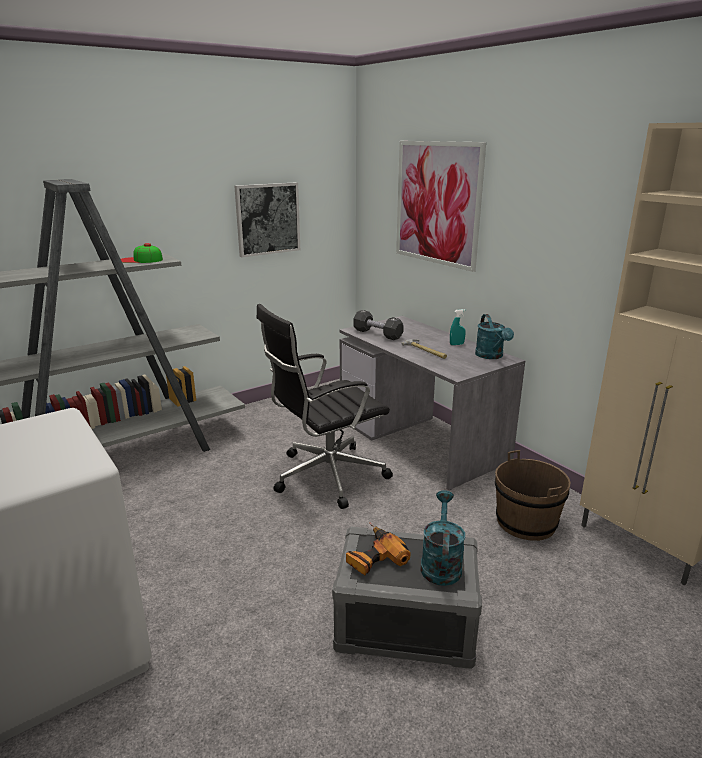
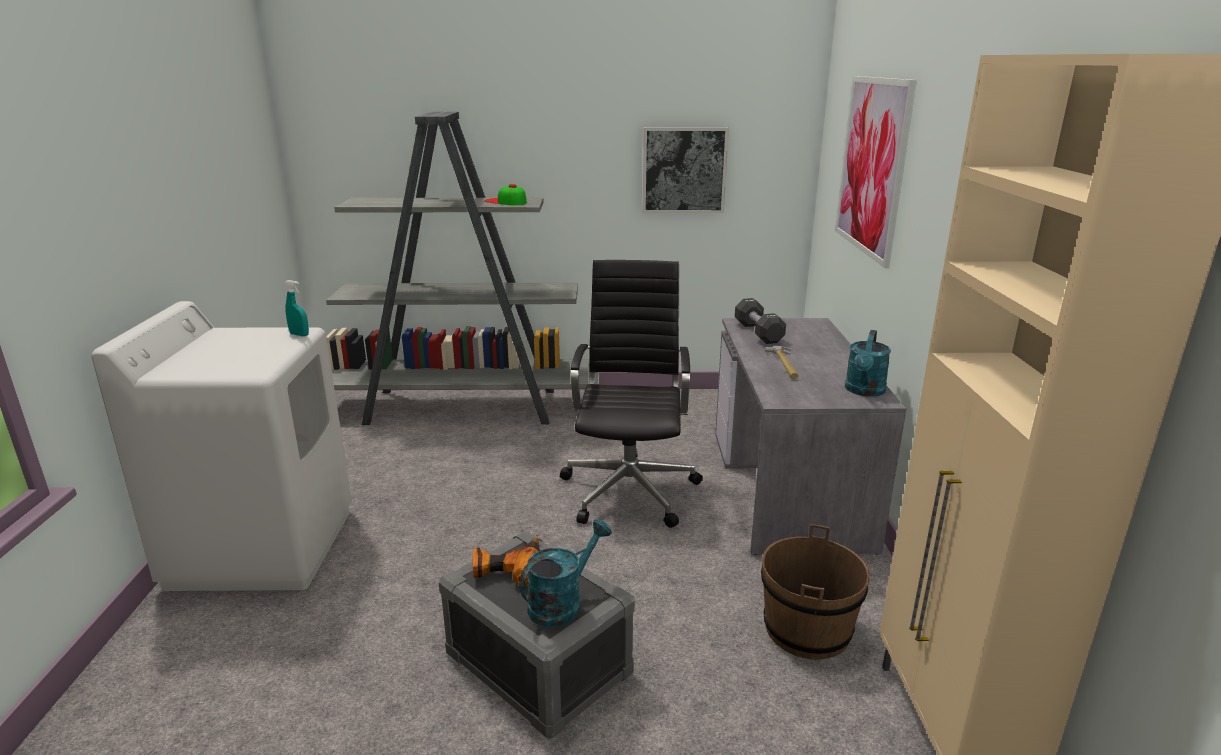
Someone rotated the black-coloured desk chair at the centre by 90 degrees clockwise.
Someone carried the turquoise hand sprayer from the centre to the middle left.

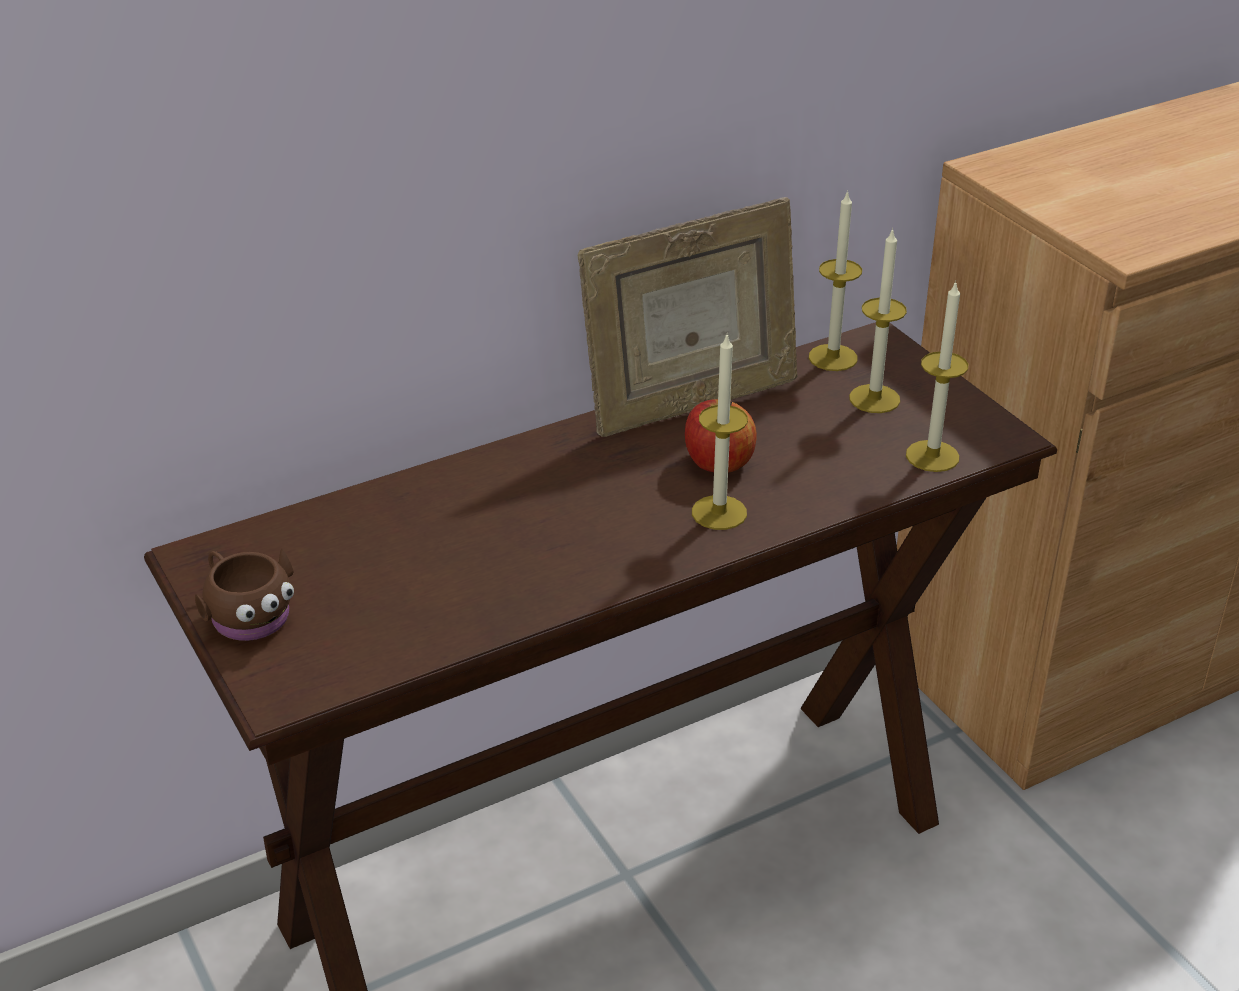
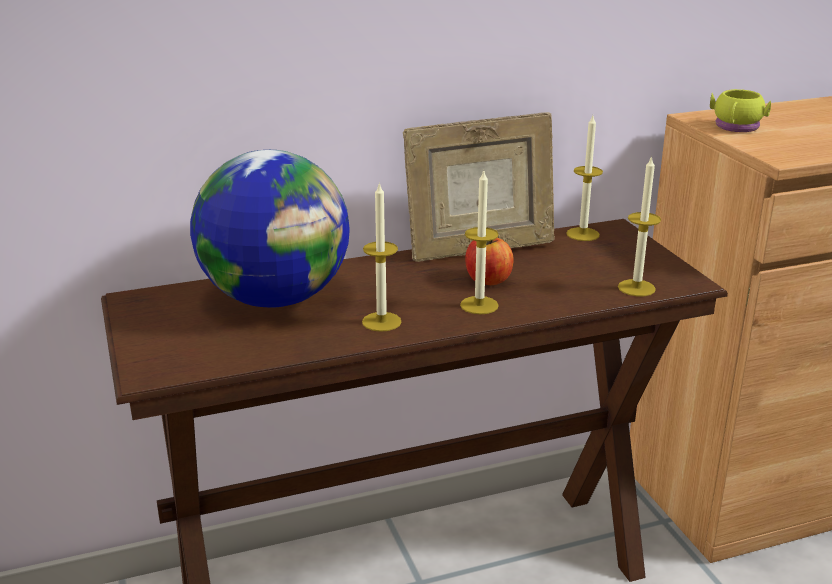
Someone took away the brownish mug at the middle left.
Someone carried the wax light (3rd from left in the first image) from the top right to the centre.
Someone put down the desk globe at the middle left.
Someone put down the yellow-coloured mug at the top right.

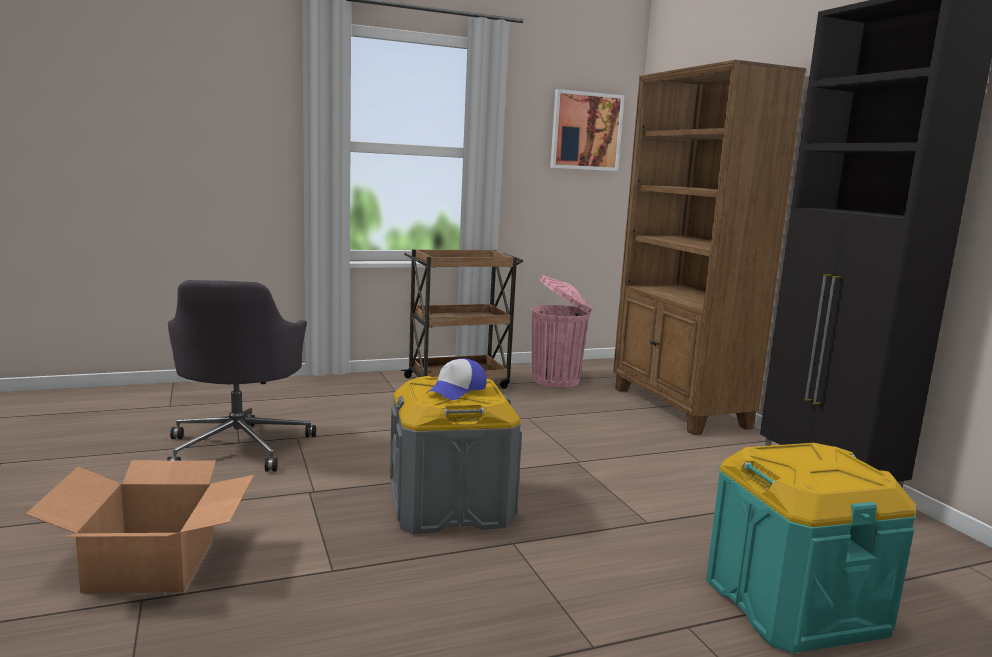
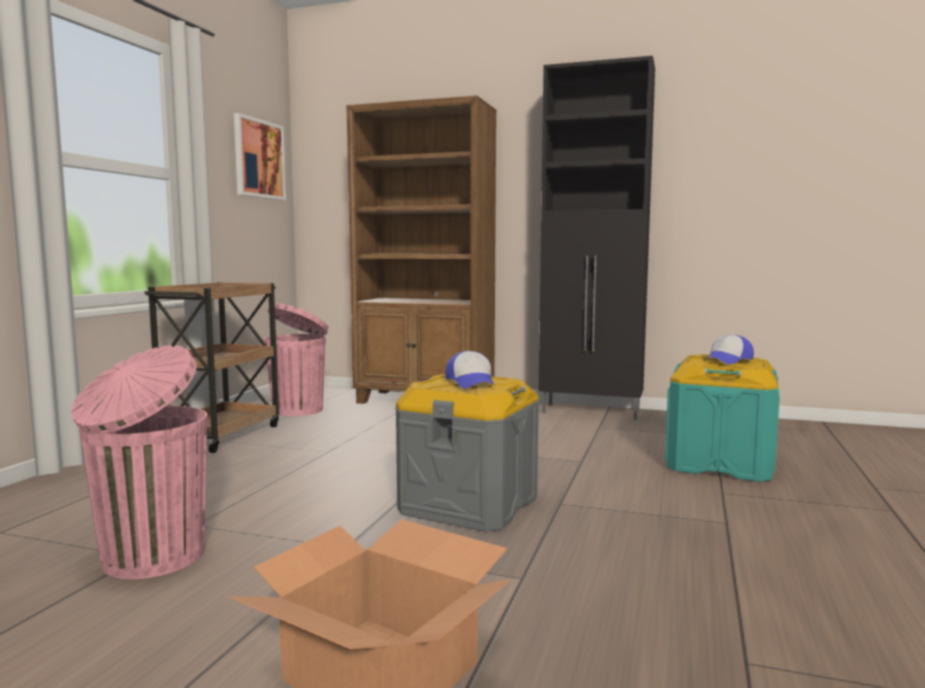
Someone swapped the greyish desk chair at the middle left for the pink trash can (1st from left) at the bottom left.
Someone put down the peaked cap (2nd from left) at the middle right.

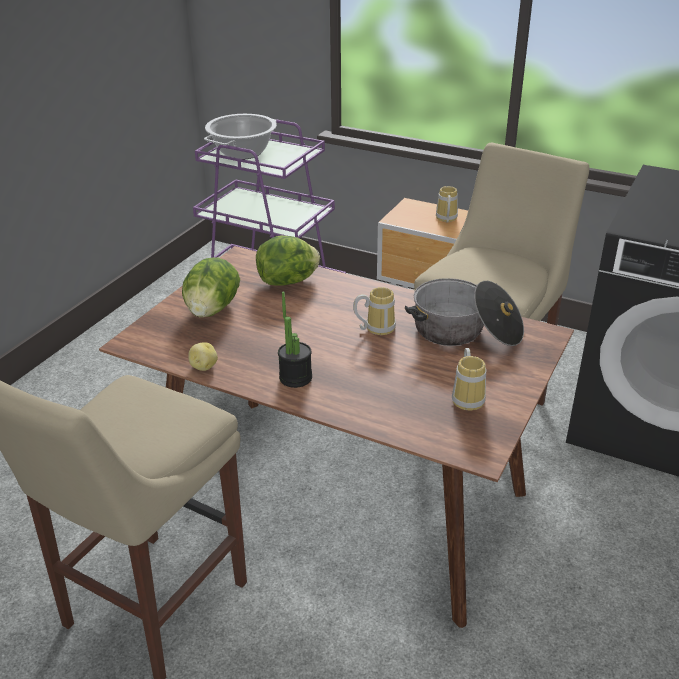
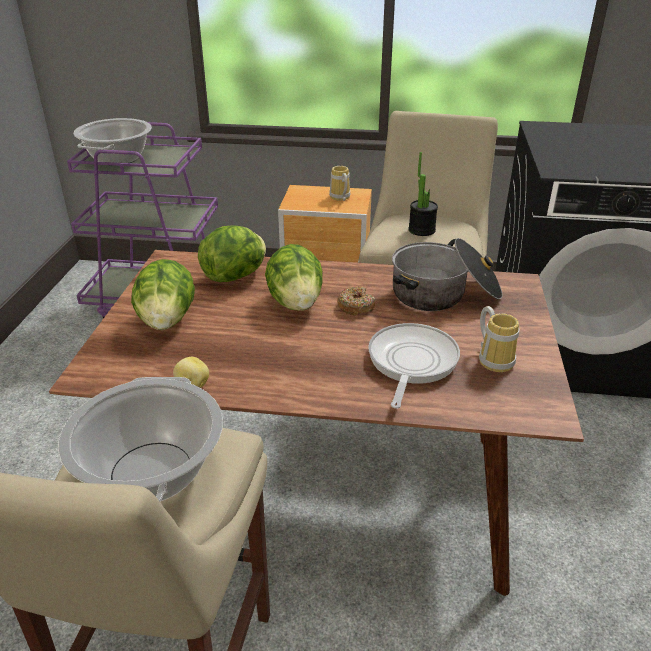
Someone carried the houseplant from the centre to the top centre.
Someone swapped the mug (1st from left) at the centre for the donut at the centre.
Someone put down the cooking pot (2nd from left) at the bottom left.
Someone put down the head of lettuce (3rd from left) at the centre.
Someone put down the frying pan at the centre.

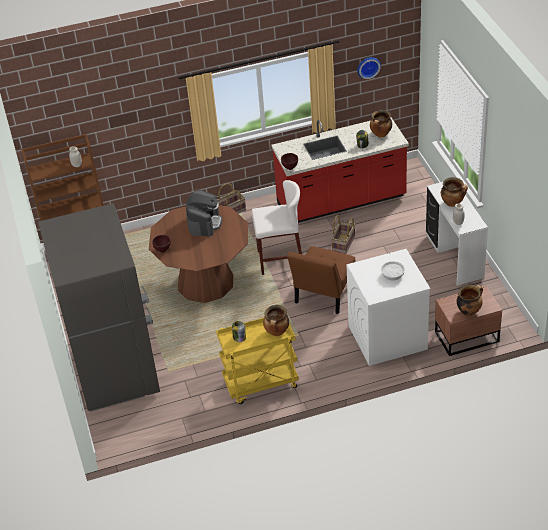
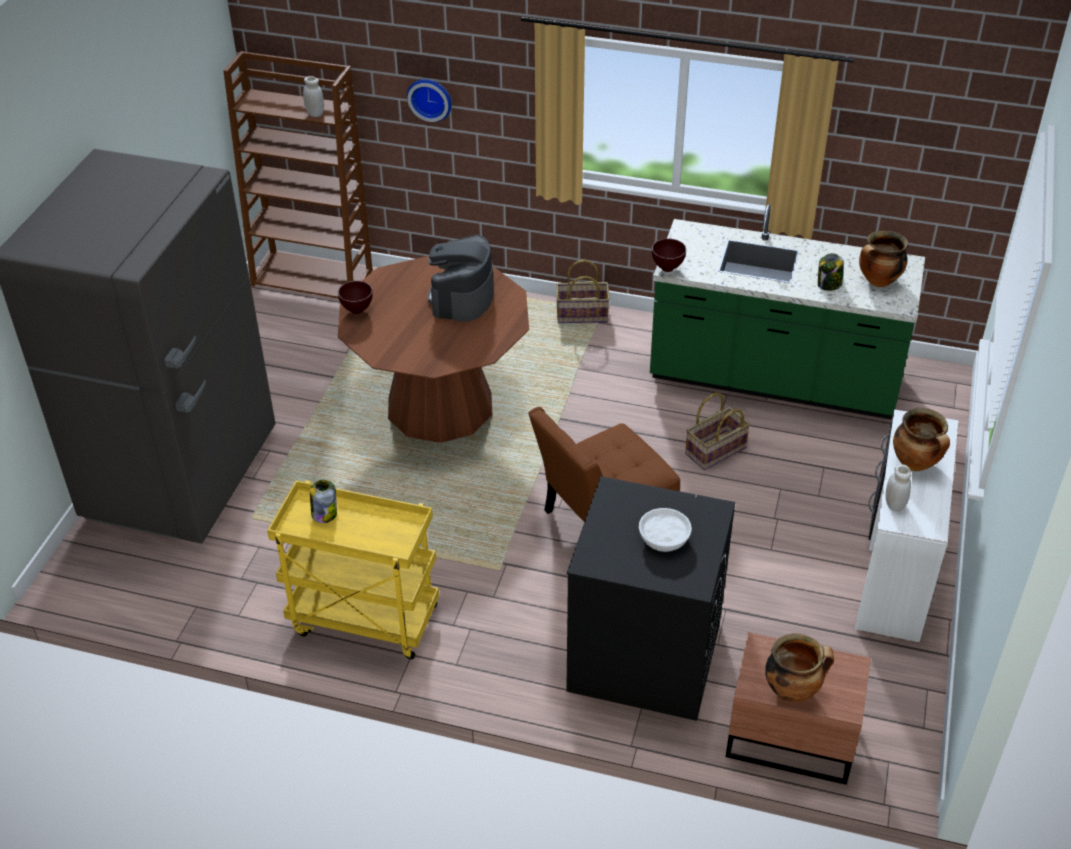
Someone rotated the coffee brewer at the centre by 150 degrees clockwise.
Someone took away the white stool at the centre.
Someone took away the cooking pot (1st from left) at the centre.
Someone repainted the reddish counter at the top centre, which became the green counter at the middle right.
Someone repainted the white washing machine at the middle right, which became the black-coloured washing machine at the bottom centre.
Someone carried the hanging clock from the top right to the top centre.

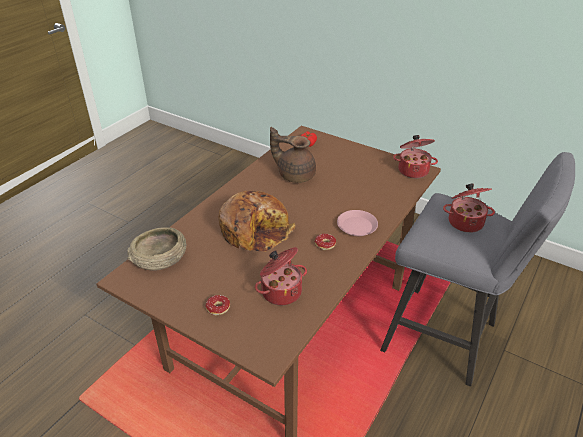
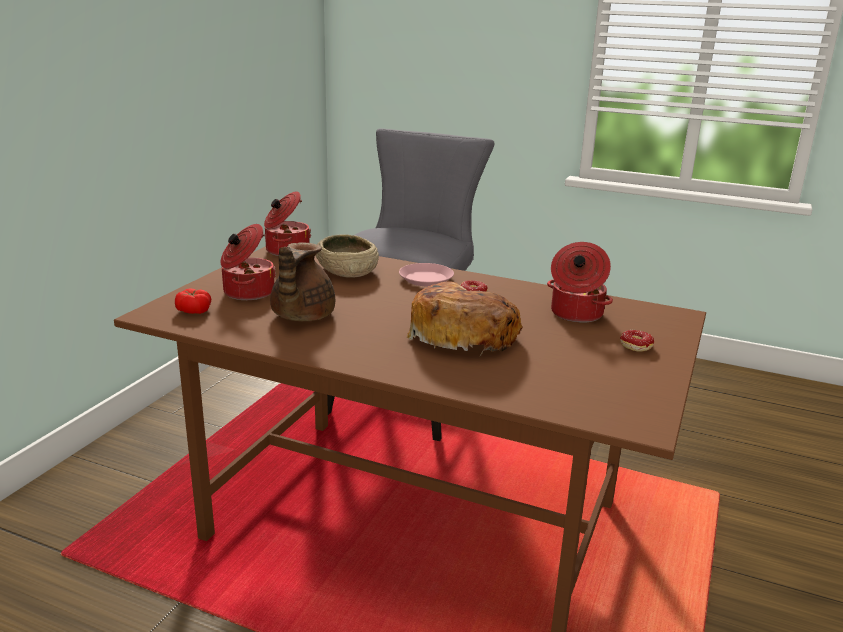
Someone carried the sand-coloured serving bowl from the middle left to the centre.
Someone carried the cooking pot (3rd from left in the first image) from the middle right to the middle left.

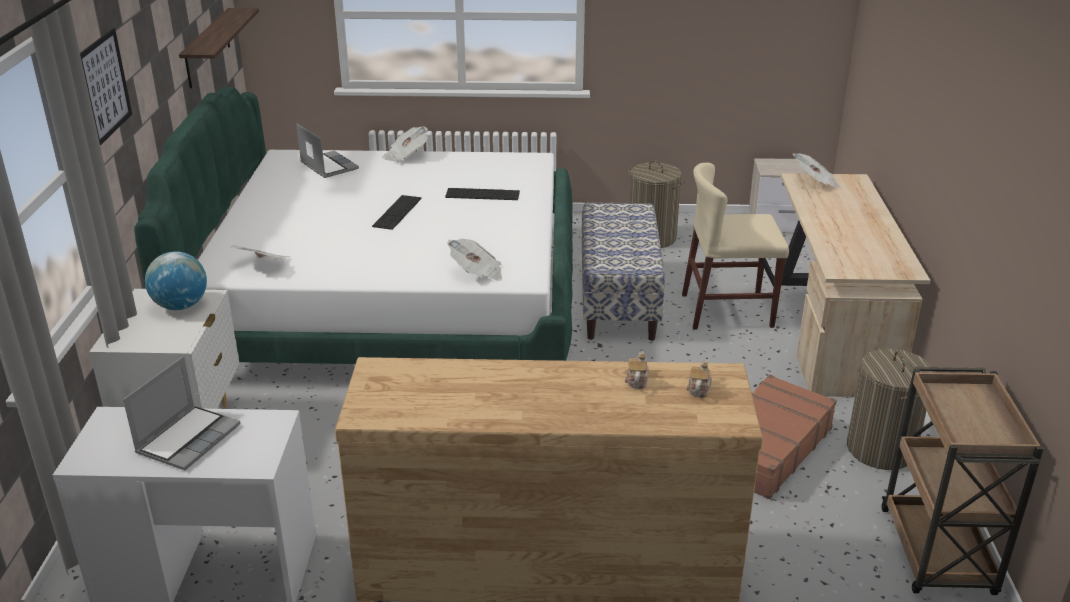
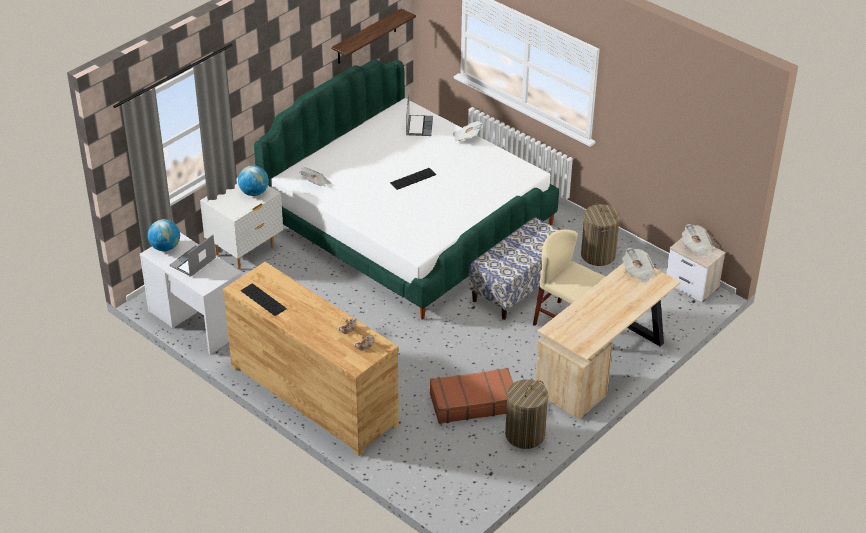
Someone took away the wall picture at the top left.
Someone rotated the portable computer (1st from left) at the bottom left by 150 degrees clockwise.
Someone carried the computer keyboard (2nd from left in the first image) from the top centre to the middle left.
Someone carried the newspaper (3rd from left in the first image) from the centre to the middle right.
Someone took away the brownish wheeled cart at the bottom right.
Someone put down the desk globe (1st from left) at the middle left.

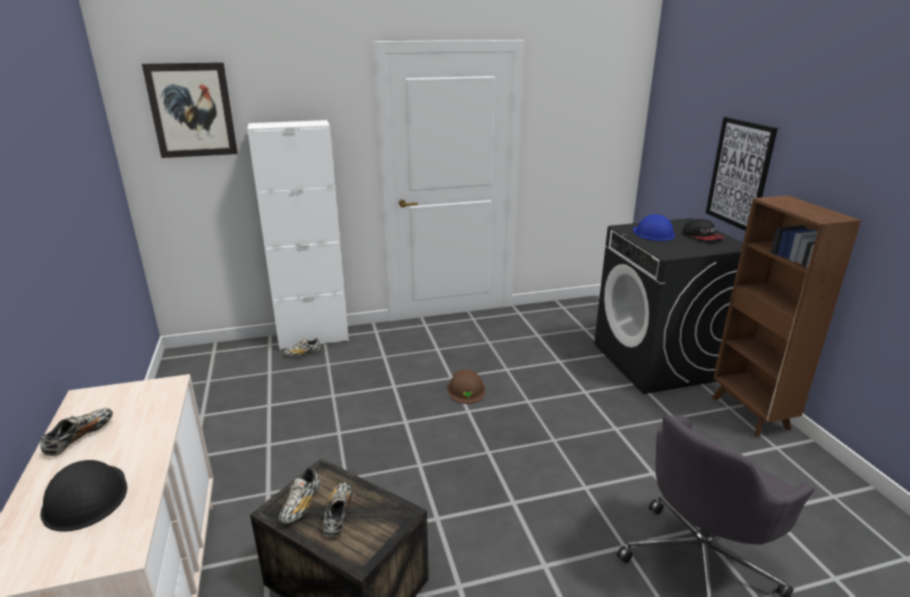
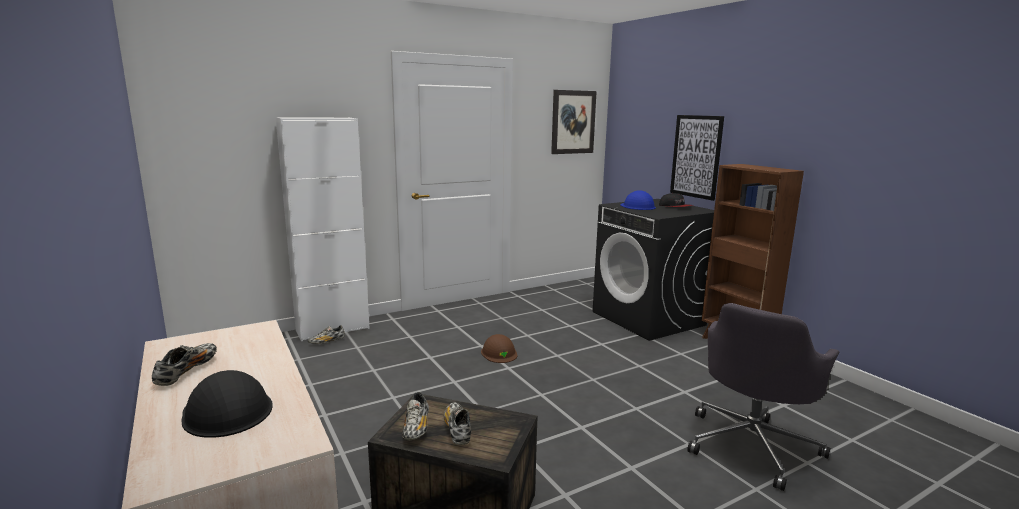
Someone carried the wall picture (1st from left) from the top left to the top centre.

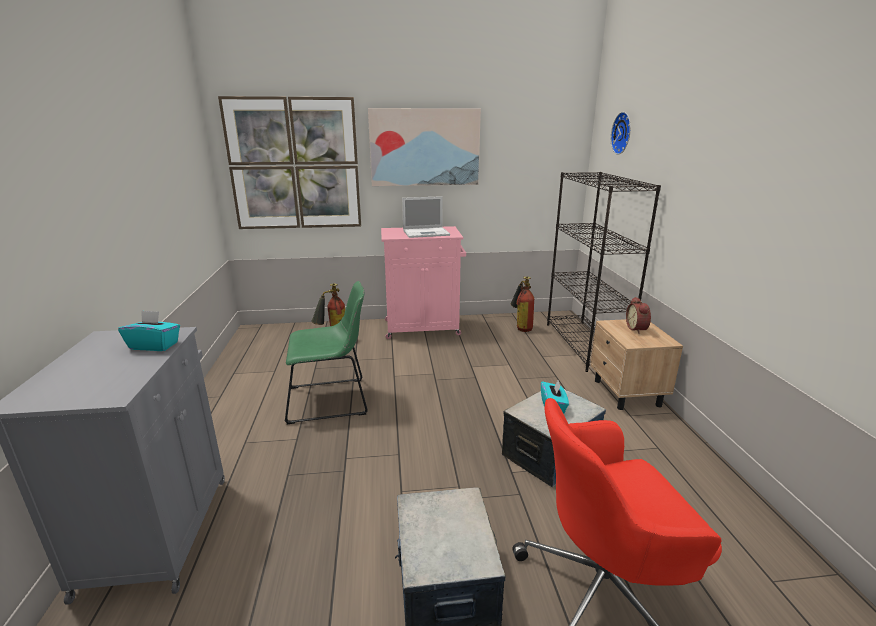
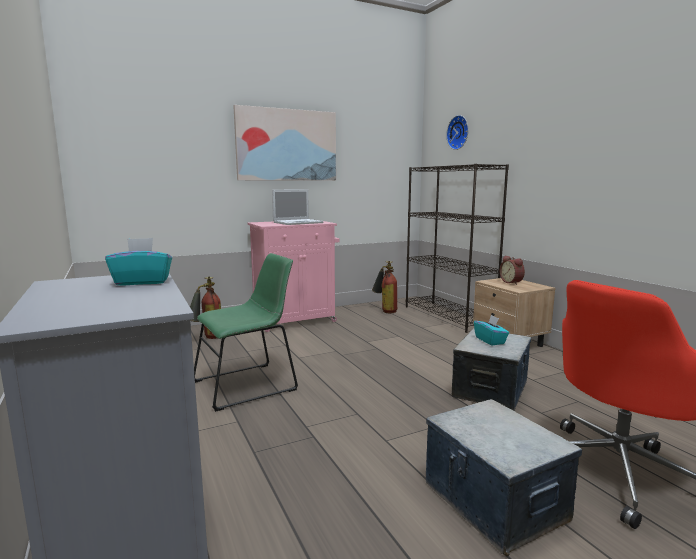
Someone took away the wall picture (1st from left) at the top left.

